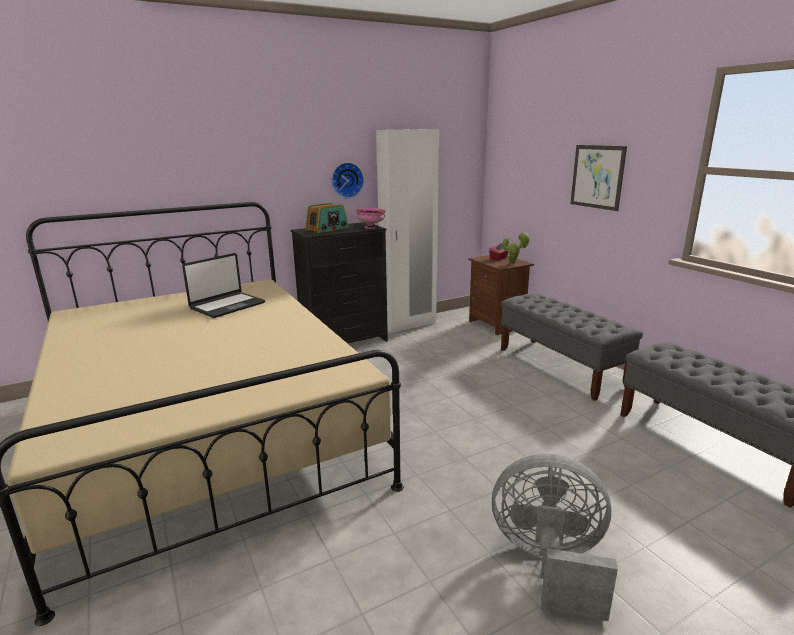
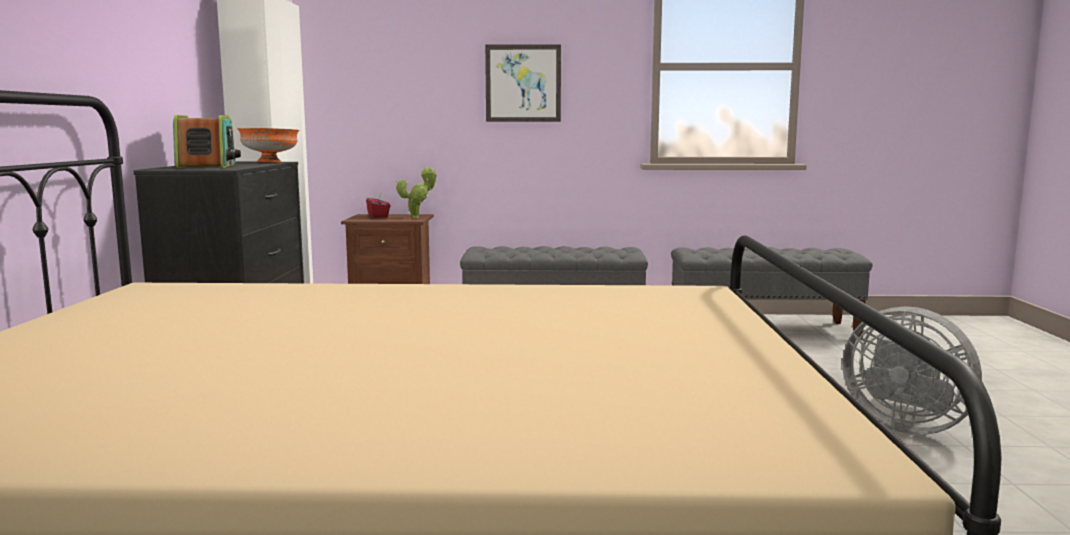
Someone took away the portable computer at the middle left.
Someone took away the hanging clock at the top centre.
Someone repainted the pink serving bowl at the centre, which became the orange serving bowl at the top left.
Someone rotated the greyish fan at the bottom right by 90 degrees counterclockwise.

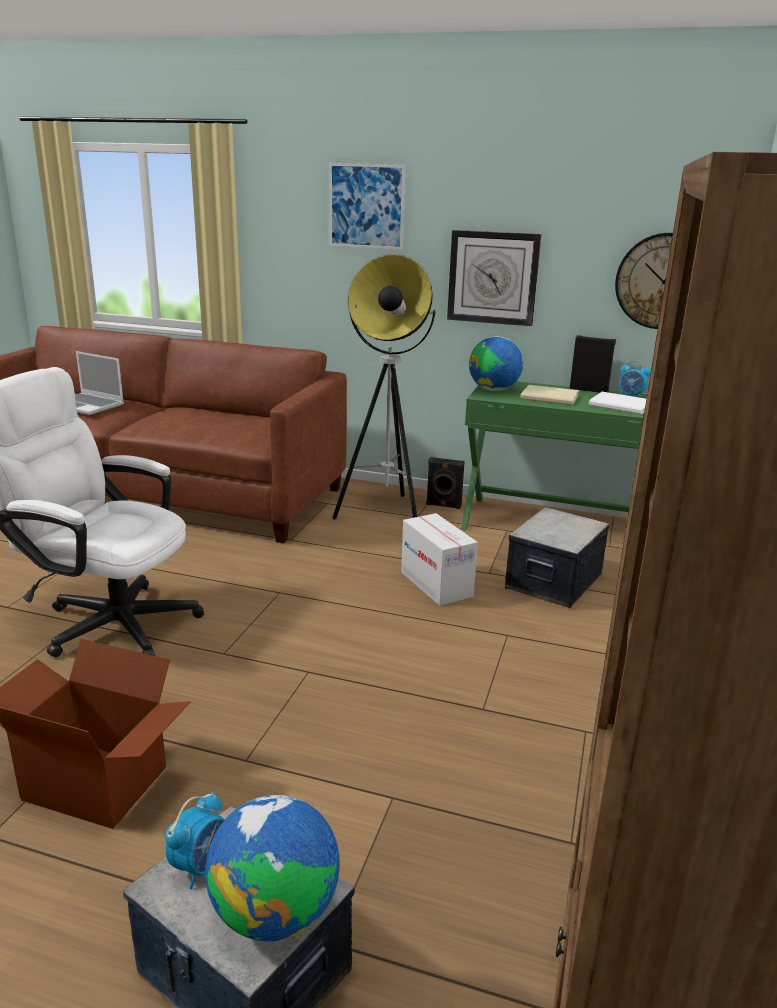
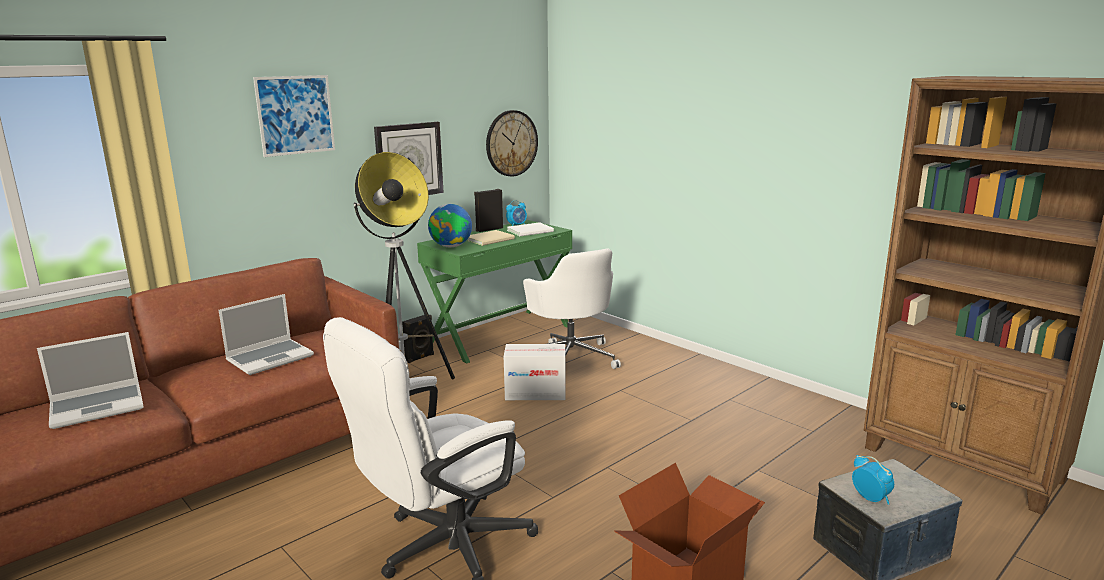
Someone took away the desk globe (1st from left) at the bottom centre.
Someone swapped the storage bin (2nd from left) at the middle right for the white desk chair (2nd from left) at the centre.
Someone put down the portable computer (2nd from left) at the middle left.

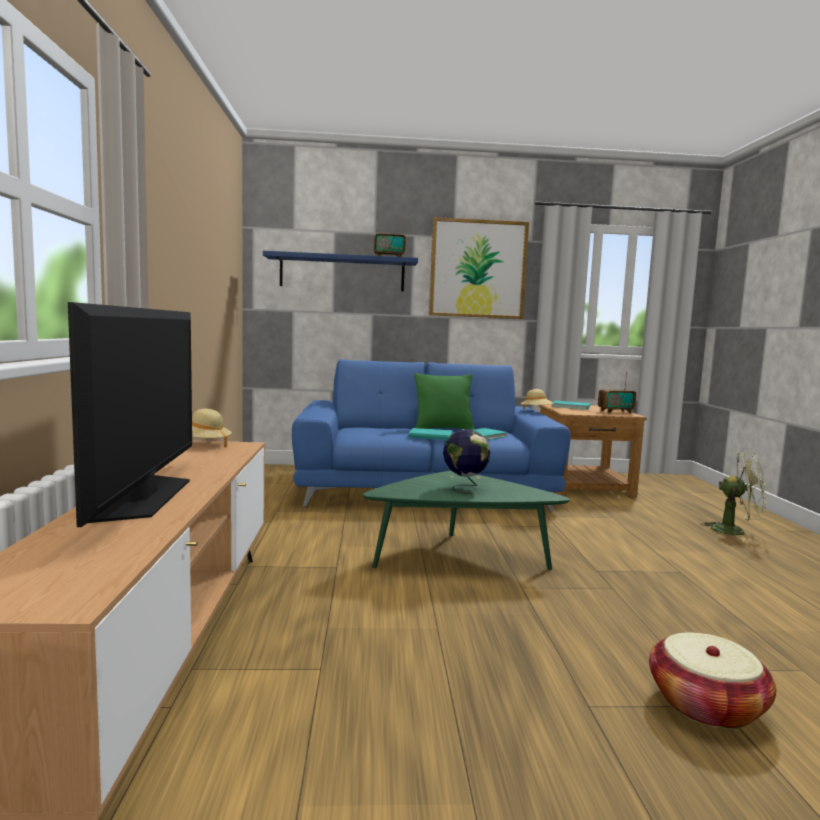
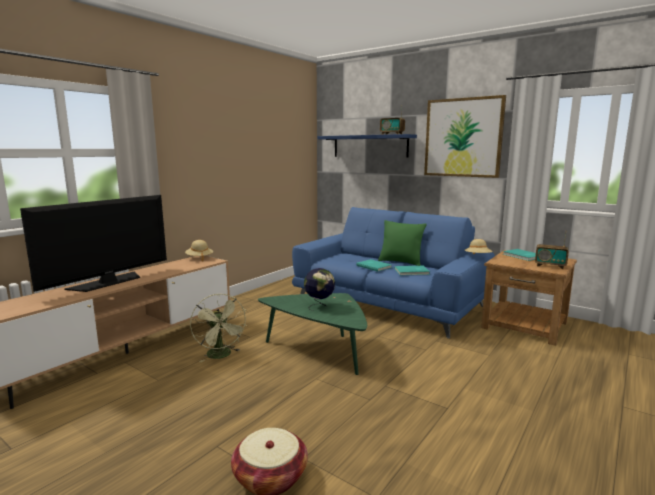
Someone carried the green fan from the middle right to the middle left.

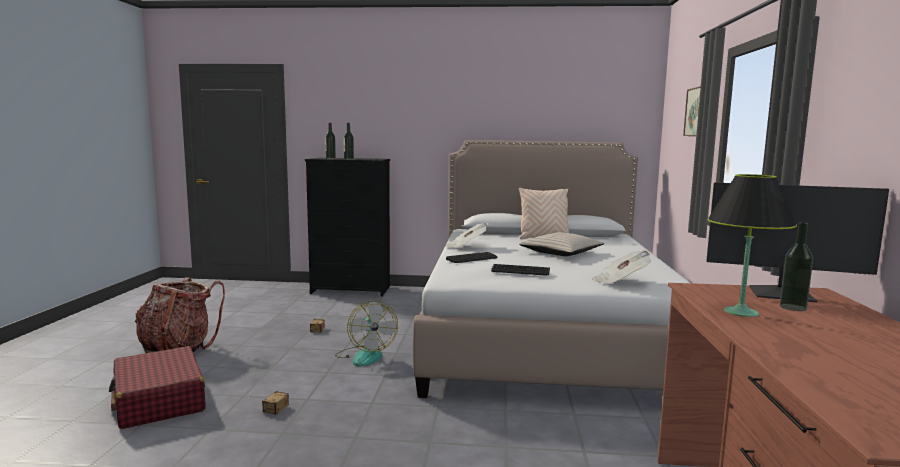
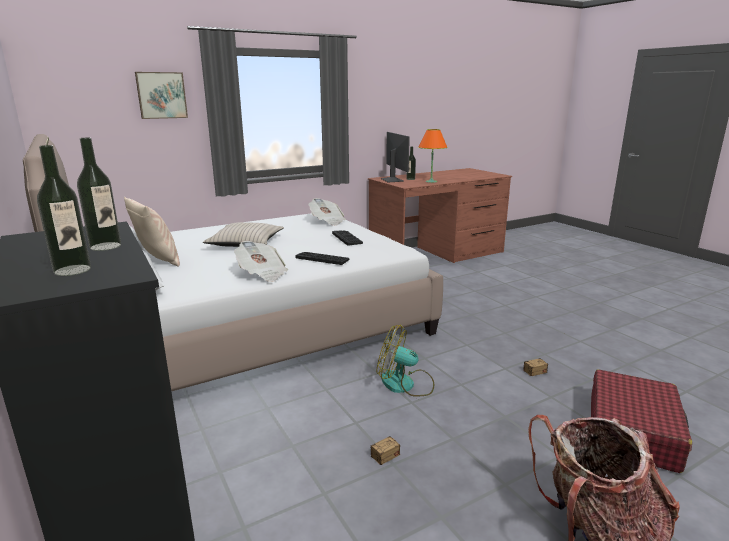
Someone rotated the fan at the bottom centre by 105 degrees counterclockwise.
Someone repainted the black-coloured table lamp at the middle right, which became the orange table lamp at the top centre.

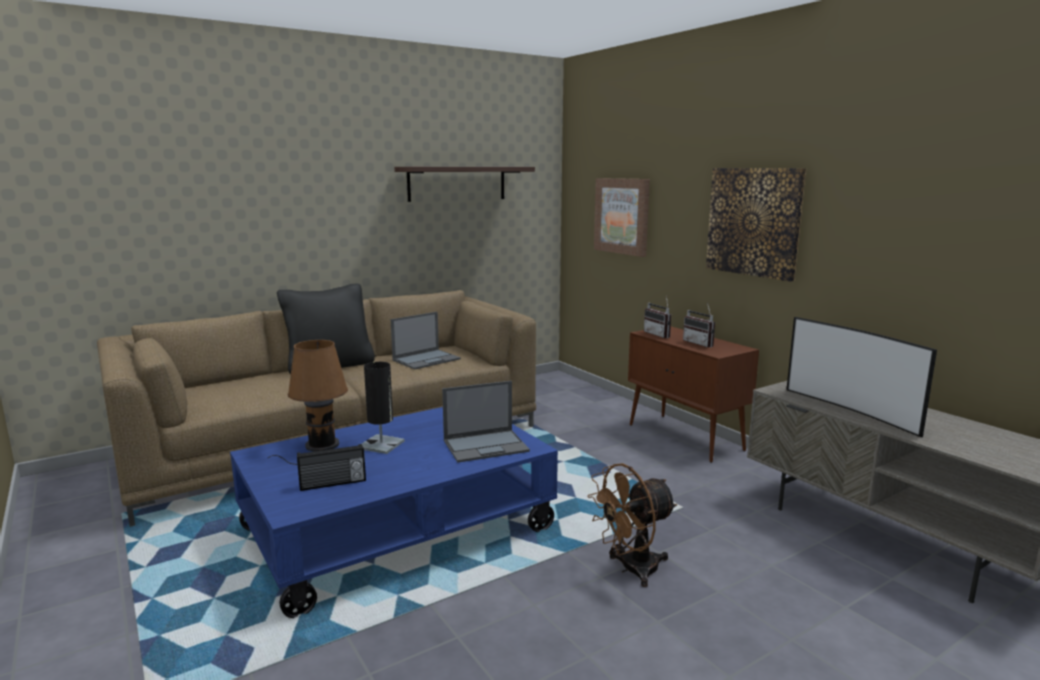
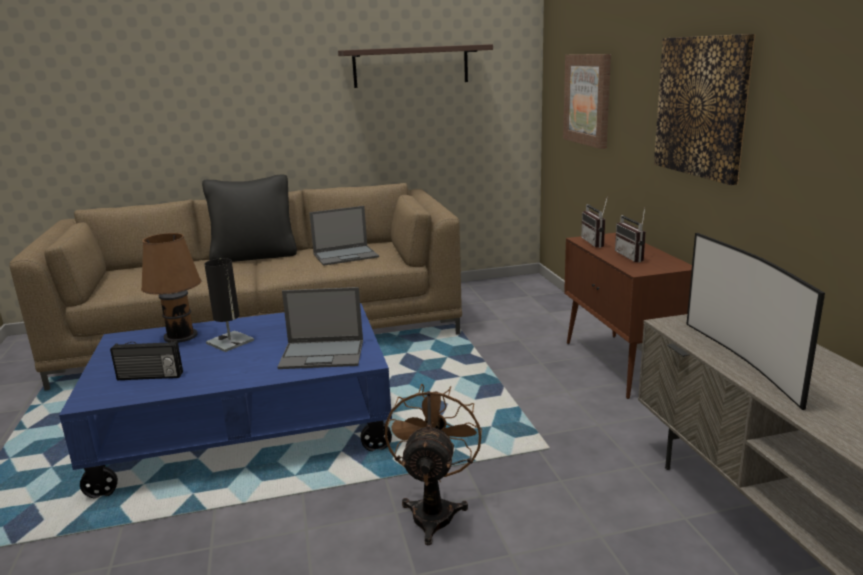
Someone rotated the brownish fan at the bottom centre by 105 degrees clockwise.

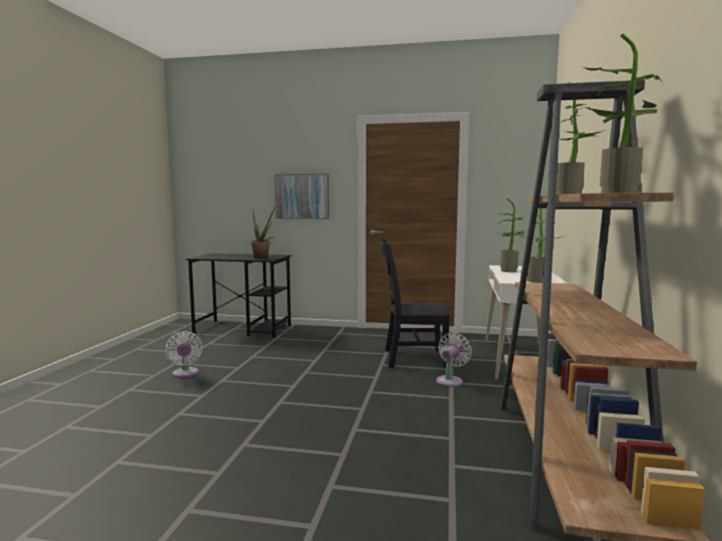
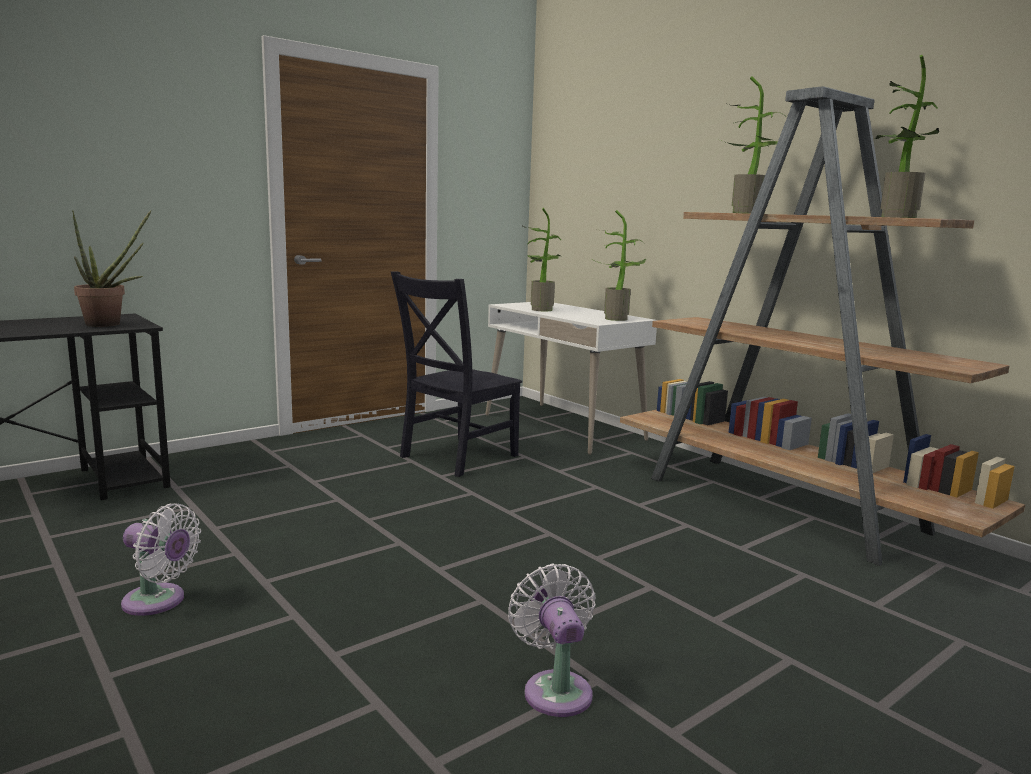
Someone took away the wall picture at the centre.
Someone carried the white fan (2nd from left) from the centre to the bottom centre.

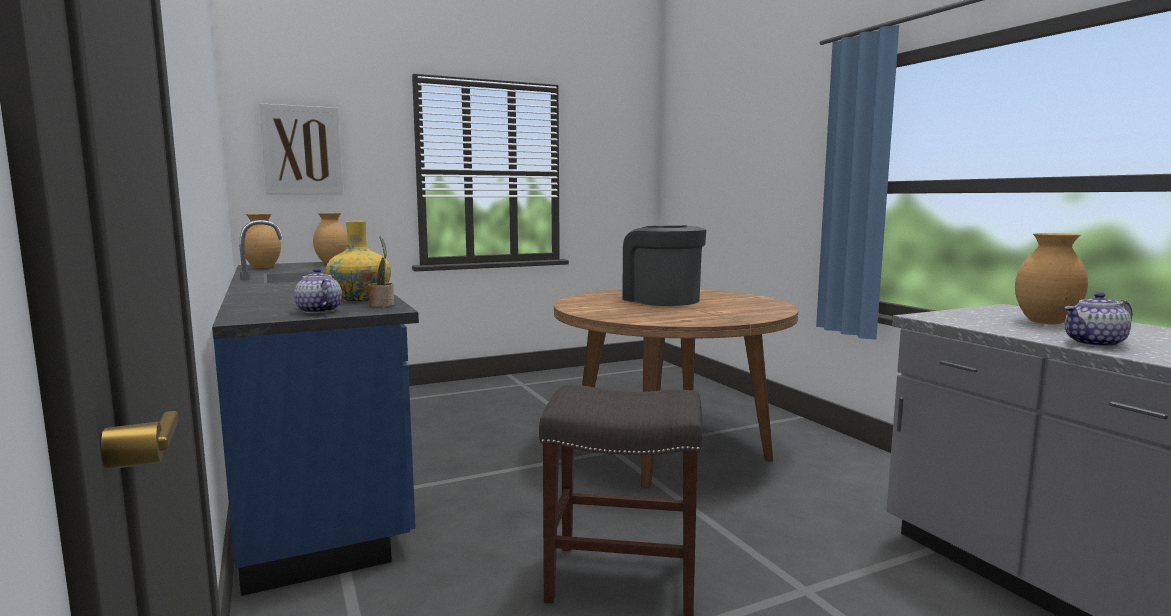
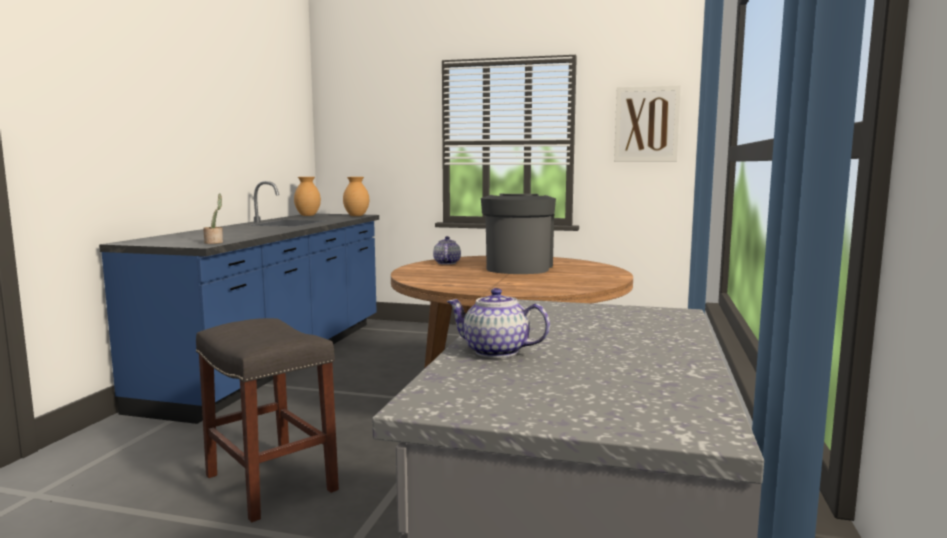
Someone carried the wall picture from the top left to the top right.
Someone carried the teapot (1st from left) from the middle left to the centre.
Someone took away the yellow-coloured vase at the middle left.
Someone took away the brownish vase (3rd from left) at the middle right.

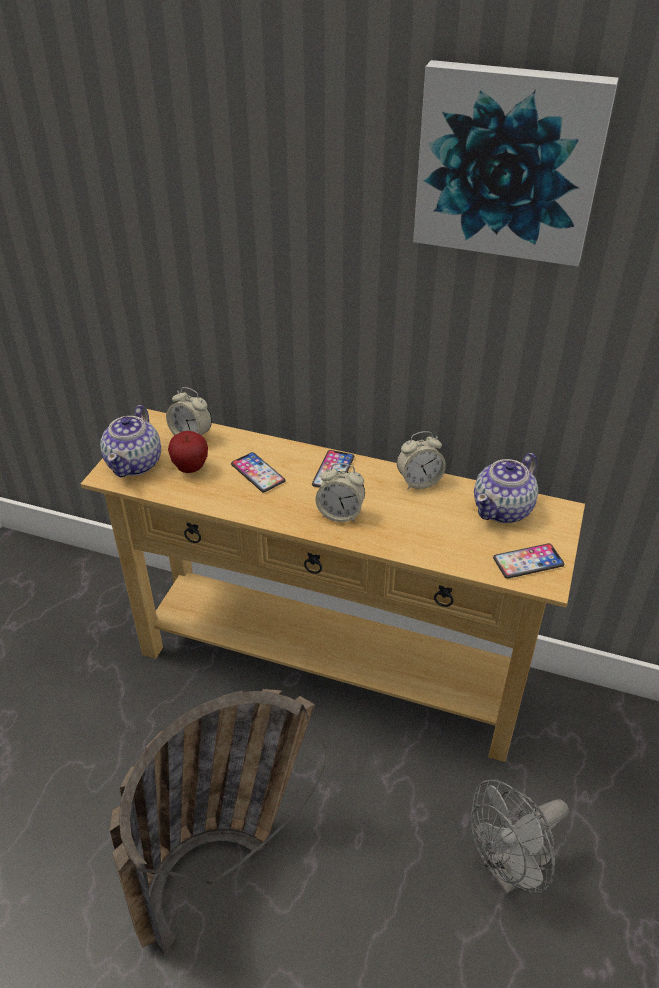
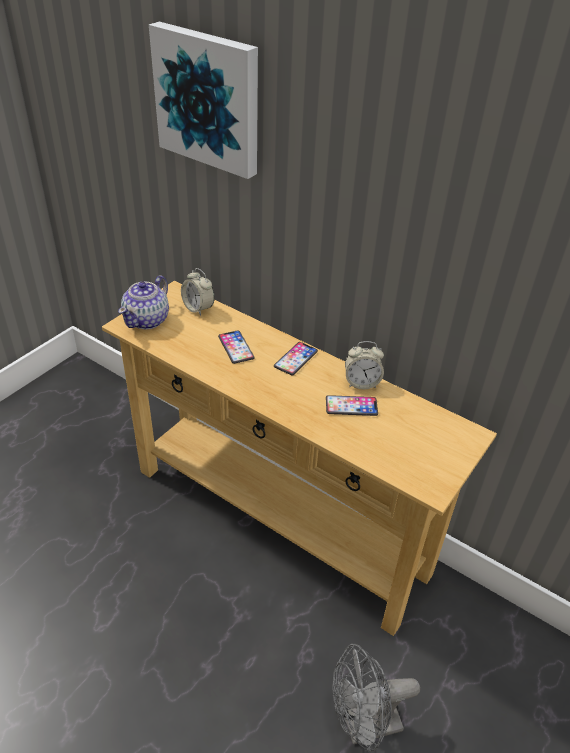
Someone took away the household basket at the bottom left.
Someone took away the whole apple at the middle left.
Someone took away the bedside clock (2nd from left) at the centre.
Someone carried the wall picture from the top right to the top centre.
Someone took away the teapot (2nd from left) at the middle right.
Someone carried the phone (3rd from left) from the middle right to the centre.

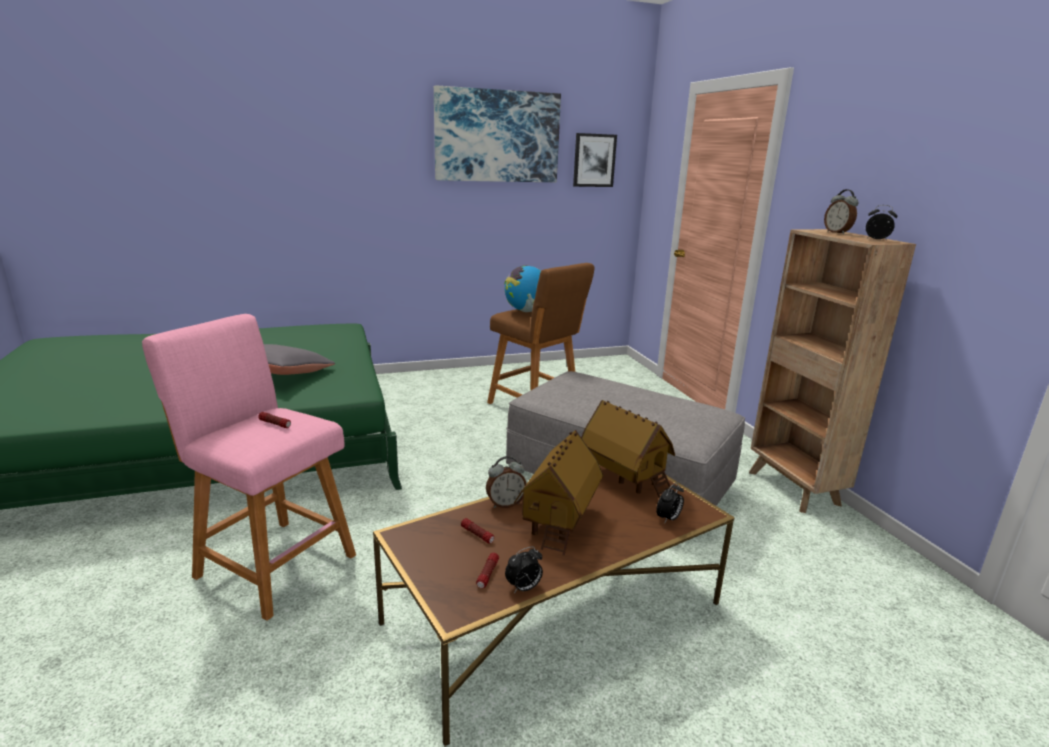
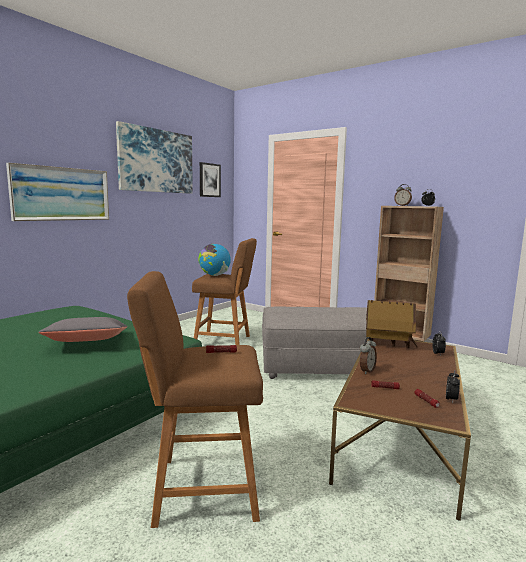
Someone repainted the pink stool at the middle left, which became the brownish stool (1st from left) at the bottom centre.
Someone took away the toy house (1st from left) at the centre.
Someone put up the wall picture (1st from left) at the middle left.

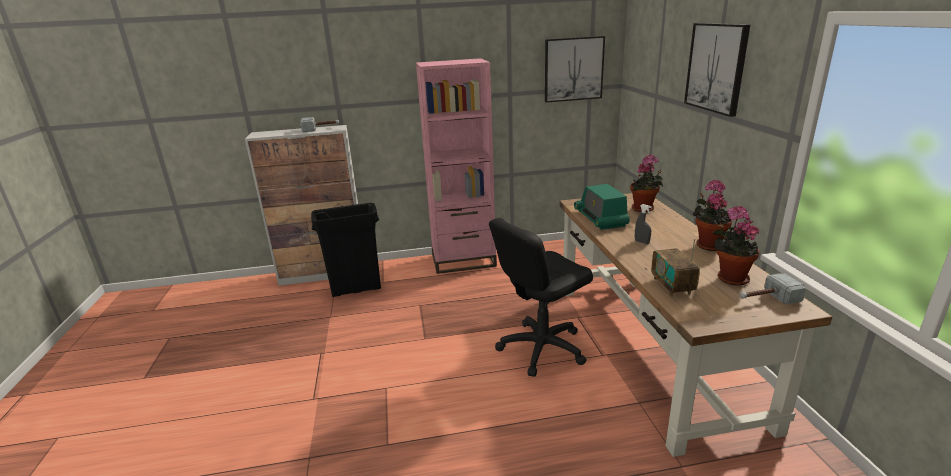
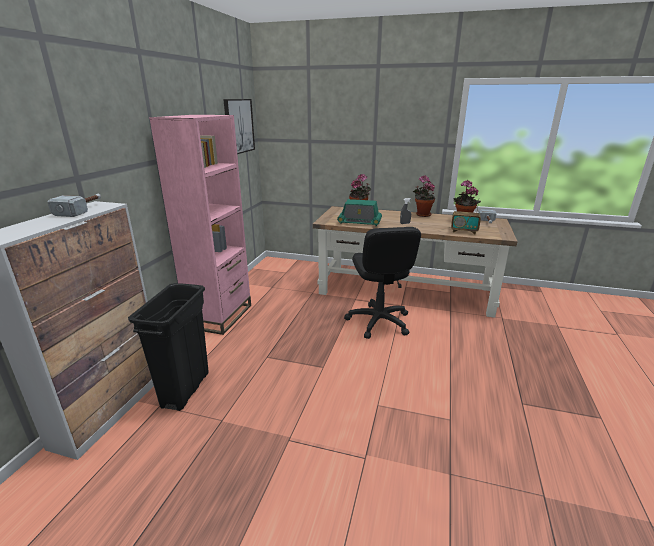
Someone took away the wall picture (2nd from left) at the top right.

